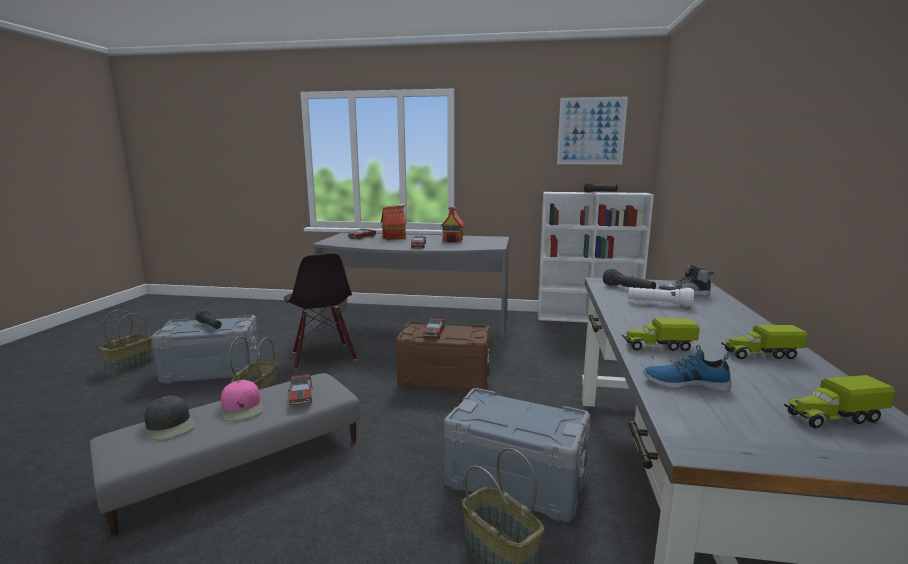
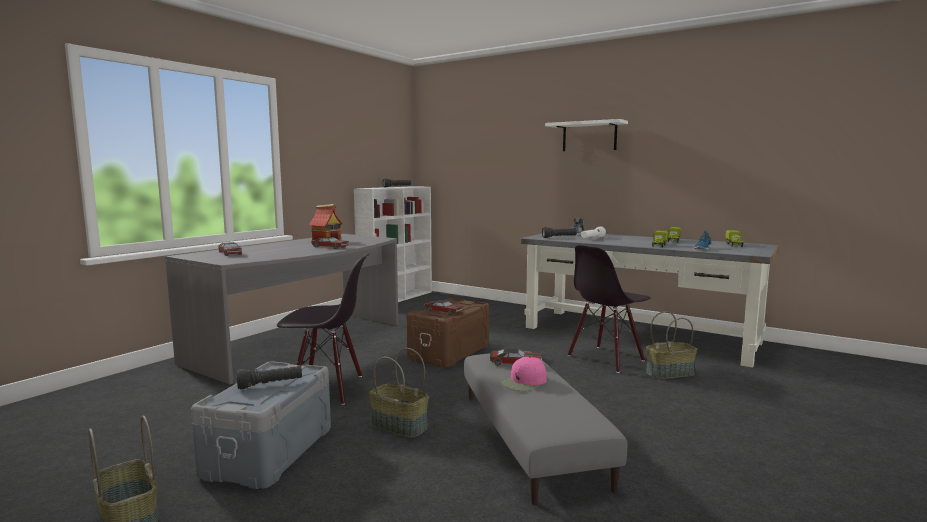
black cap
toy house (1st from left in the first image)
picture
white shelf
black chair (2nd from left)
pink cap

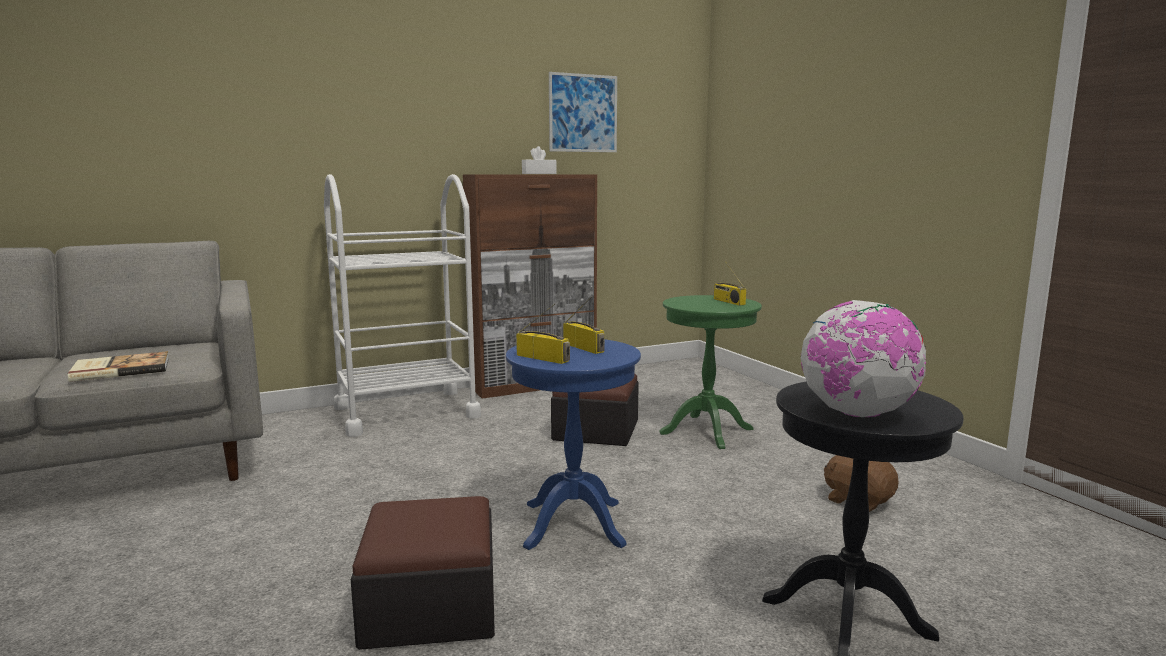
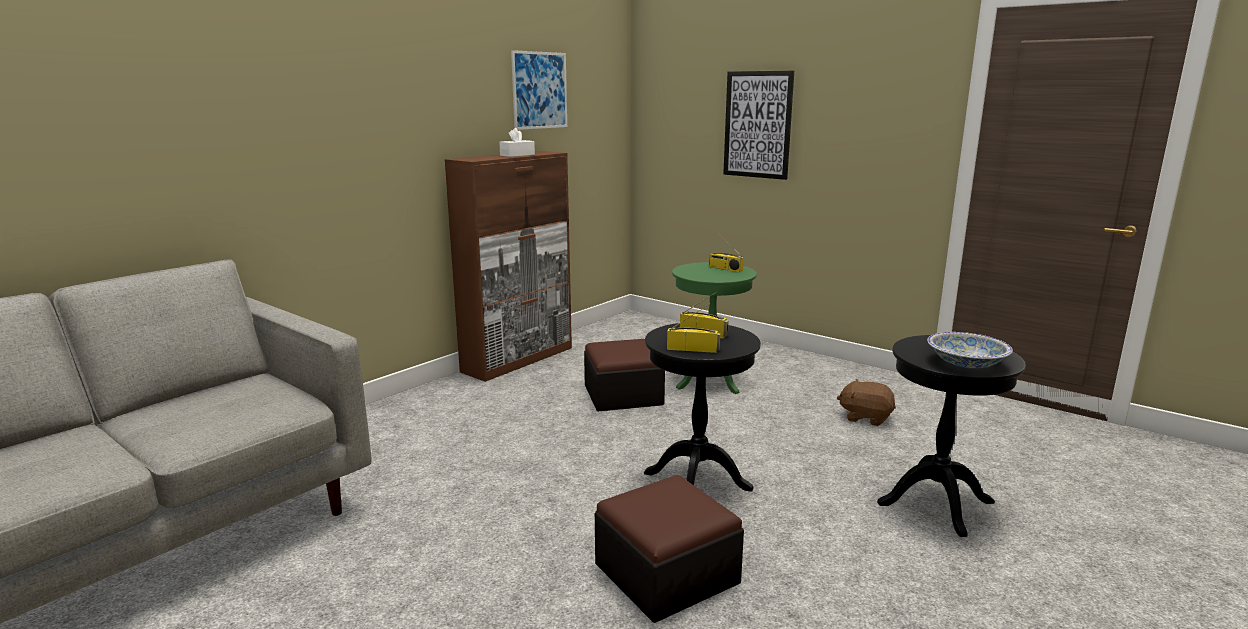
book
white cart
picture (2nd from left)
bowl
black side table (1st from left)

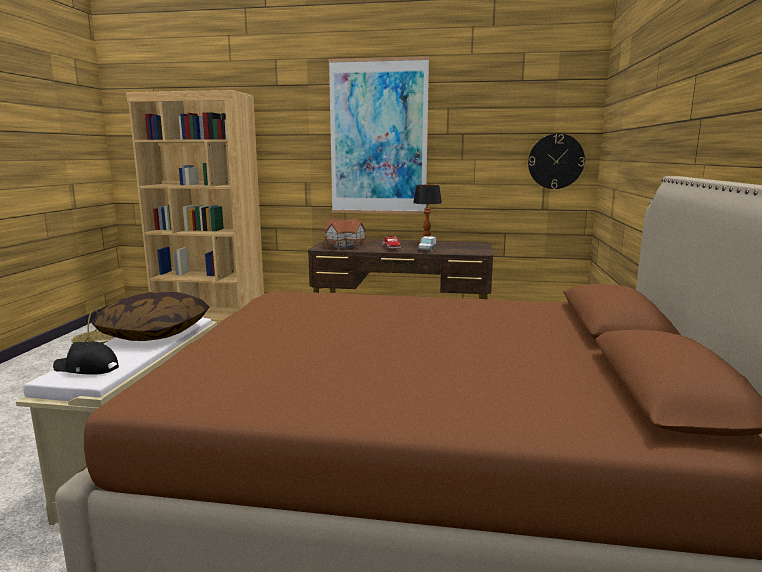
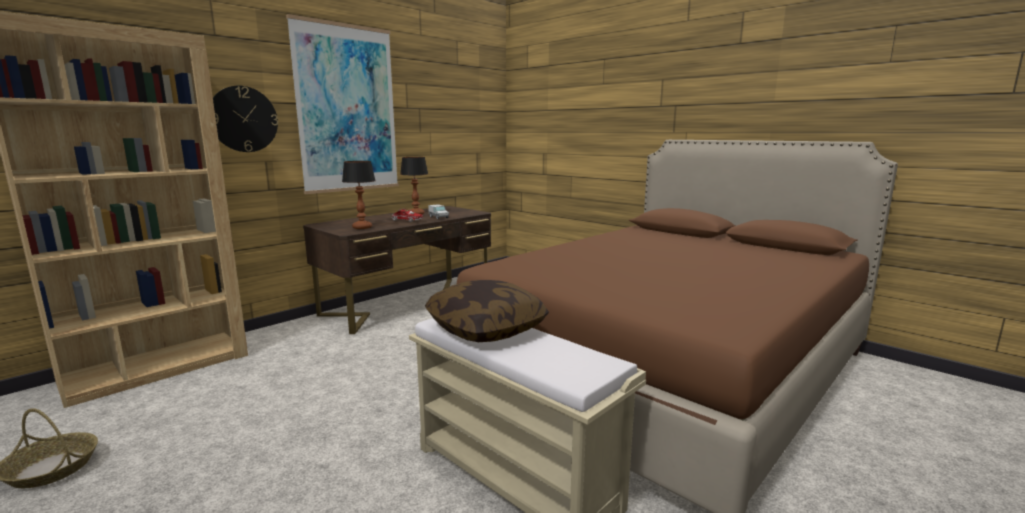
black cap
wall clock
table lamp (1st from left)

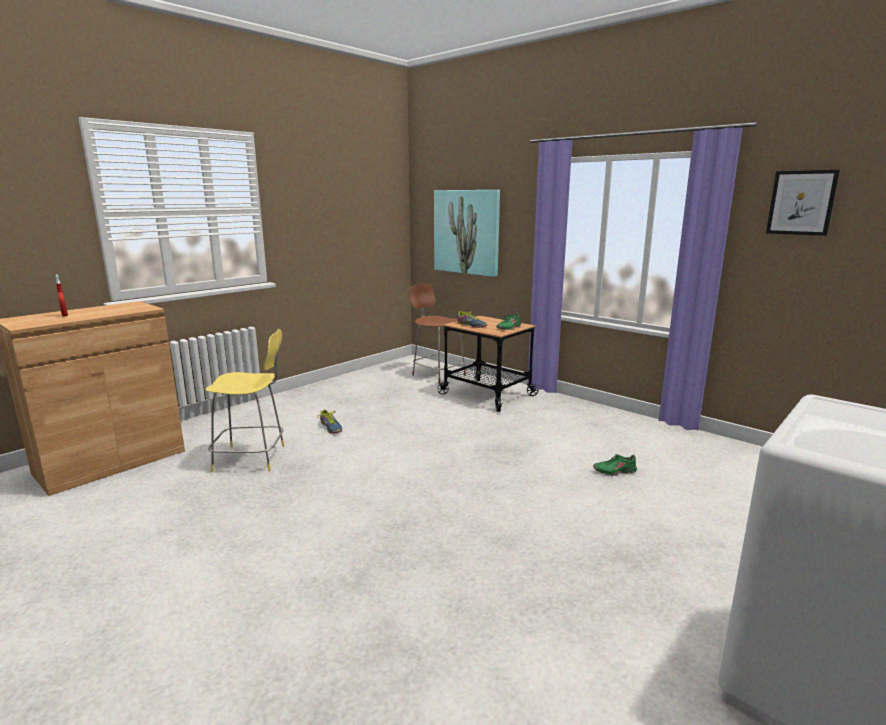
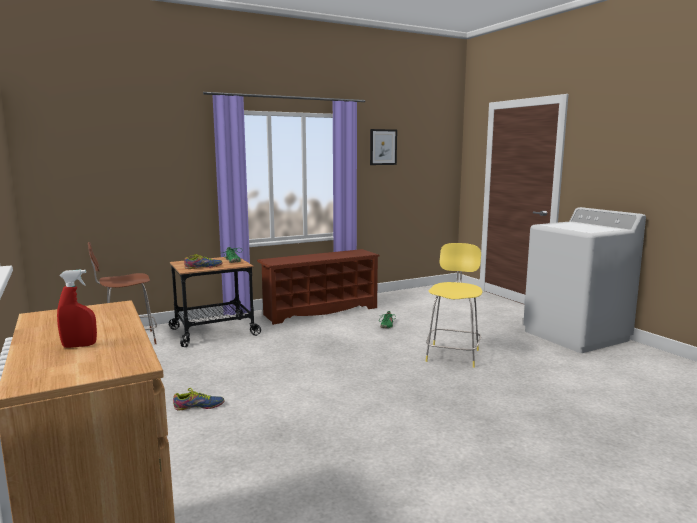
picture (1st from left in the first image)
brown shoe rack
yellow stool

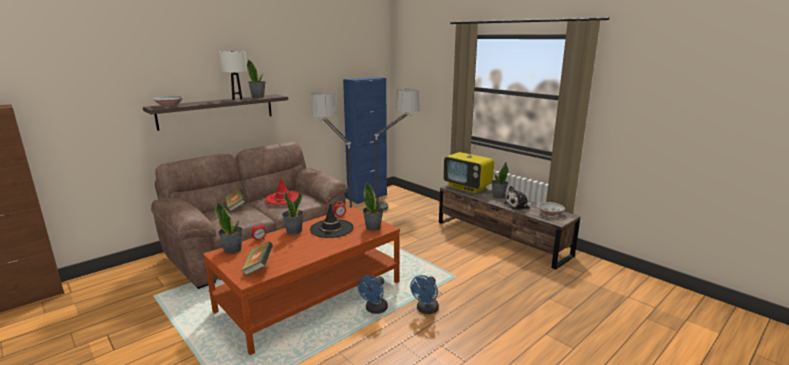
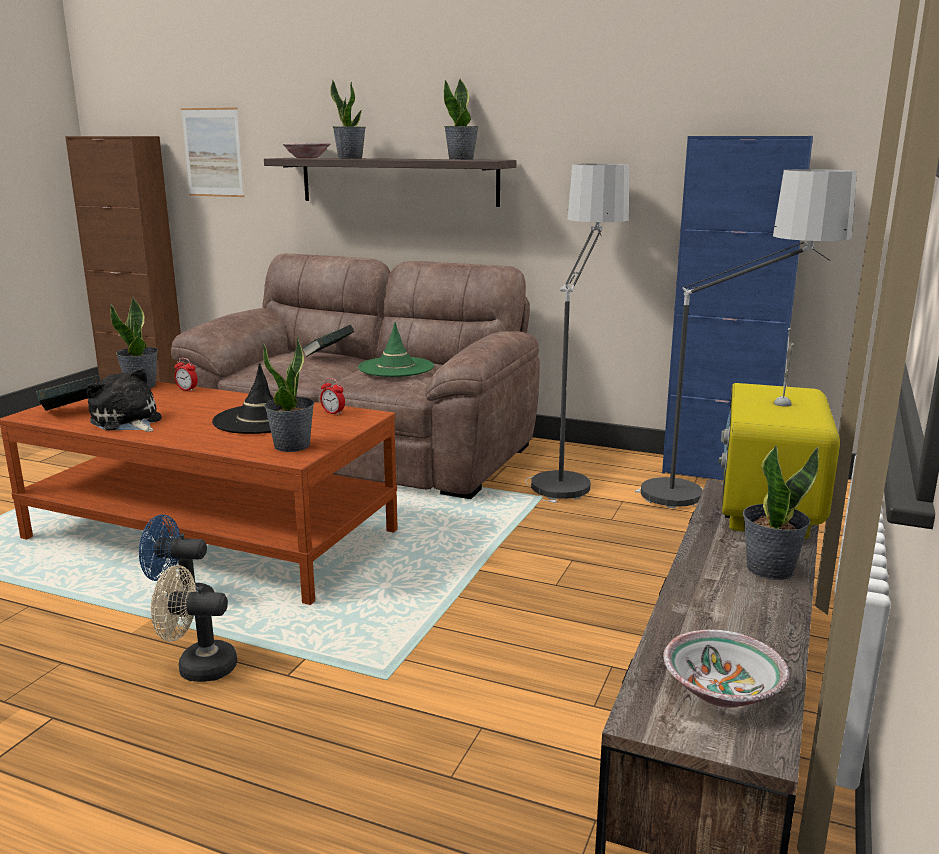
white table lamp
picture
potted plant (3rd from left)
plush toy
green hat
beige fan

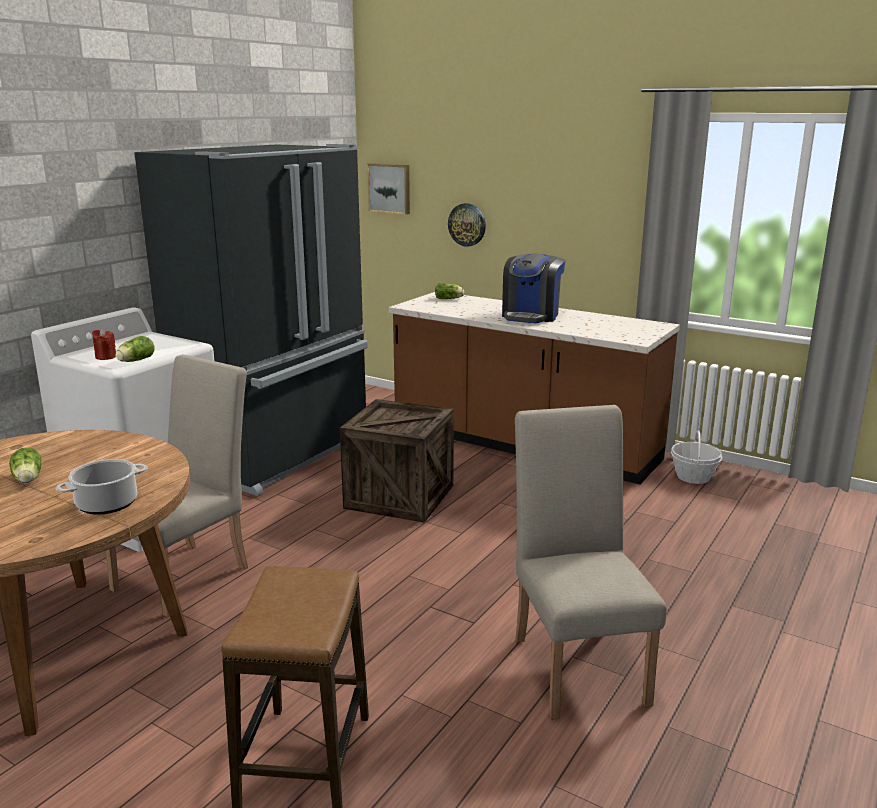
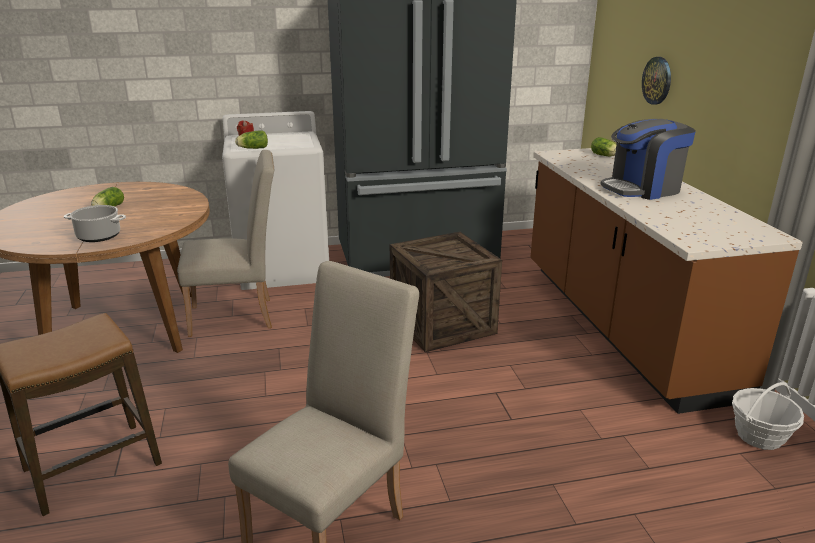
picture

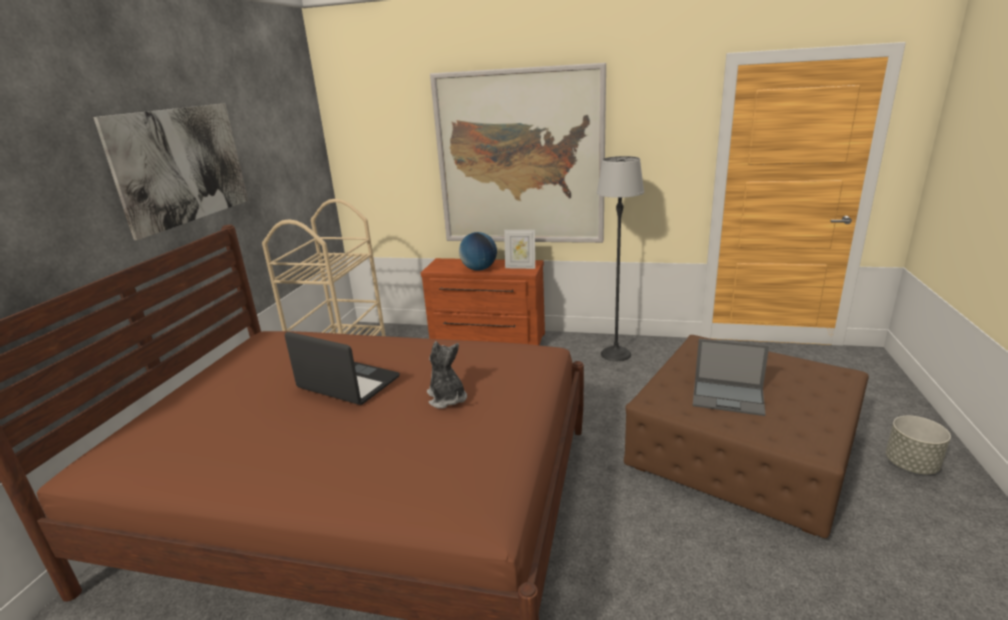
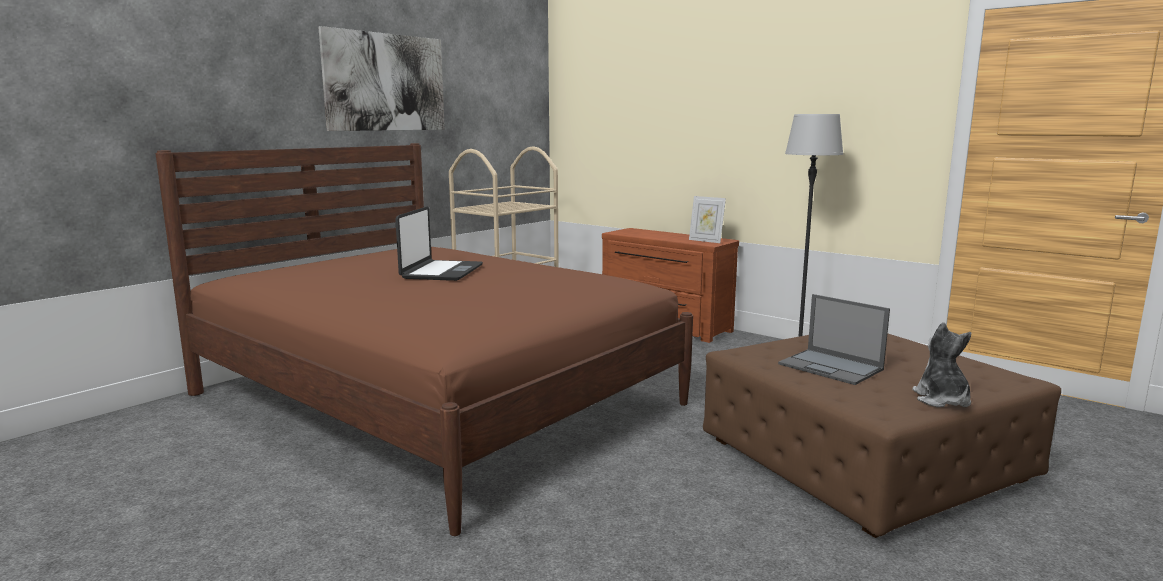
picture (2nd from left in the first image)
globe
grey planter
plush toy
laptop (1st from left)

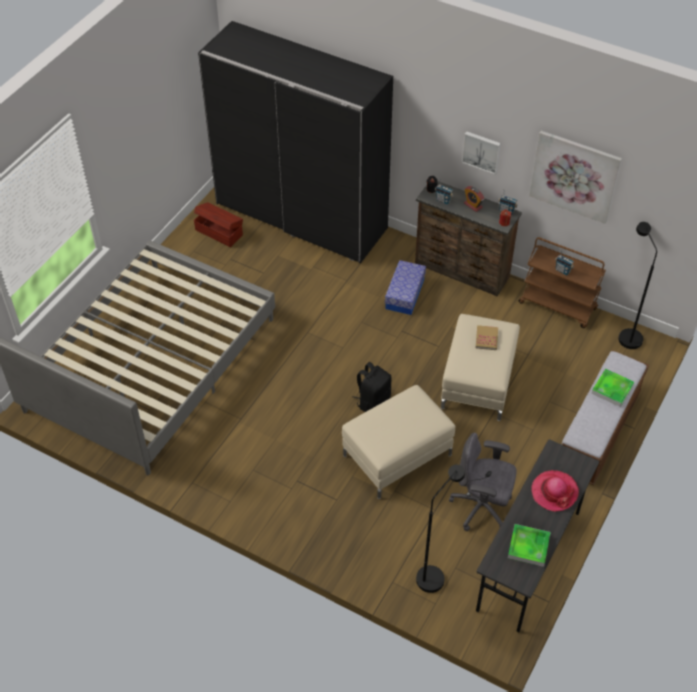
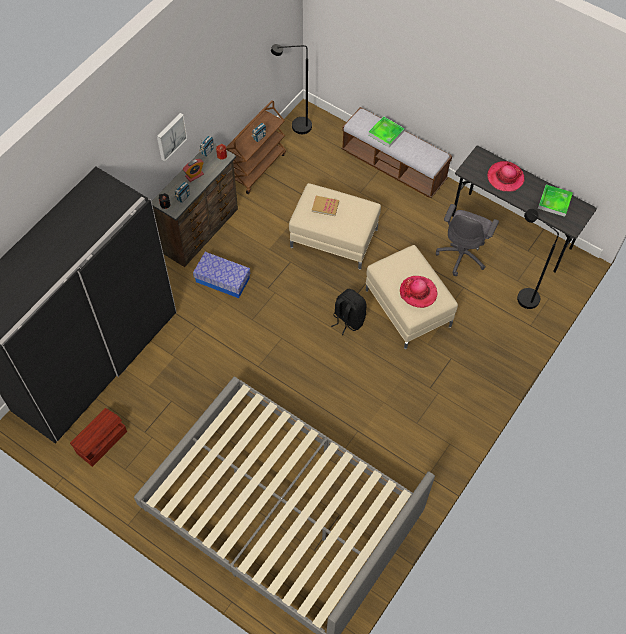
picture (2nd from left in the first image)
hat (1st from left)

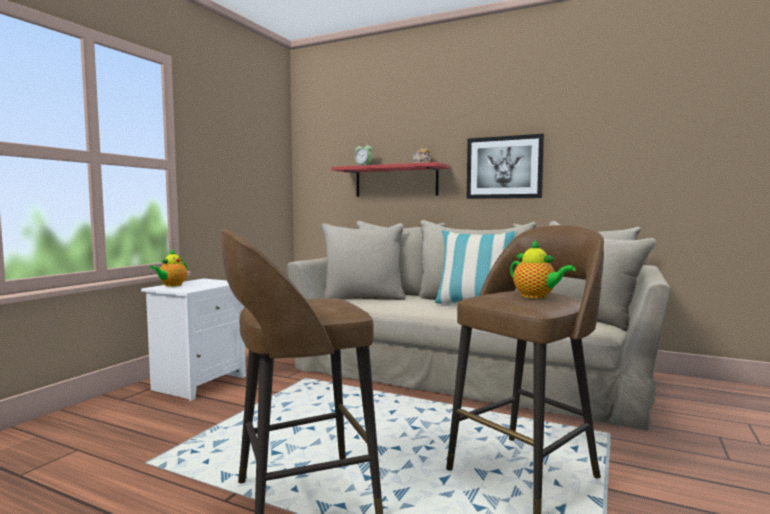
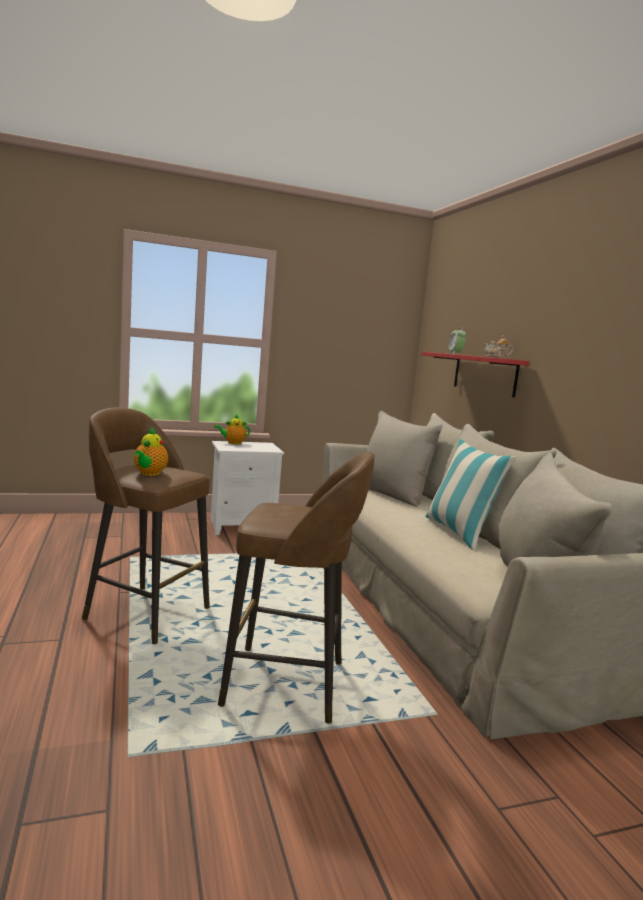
picture
teapot (1st from left)

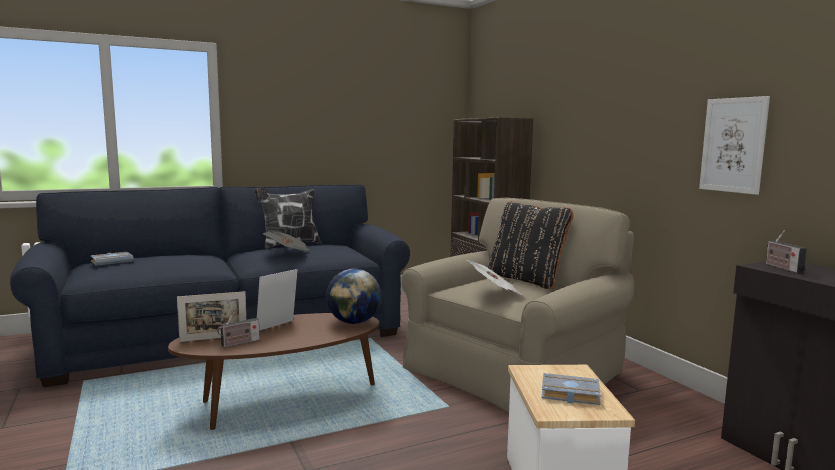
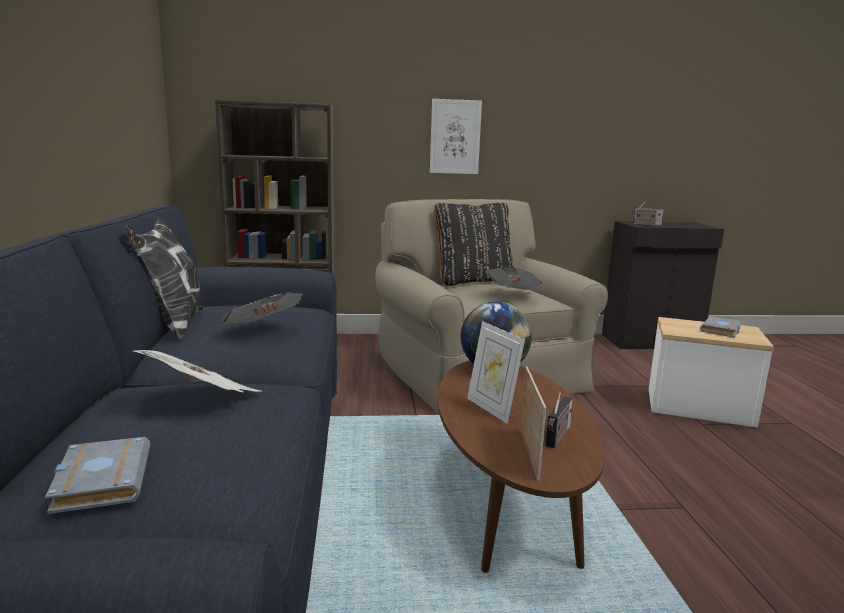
newspaper (1st from left)
picture
radio (1st from left)

